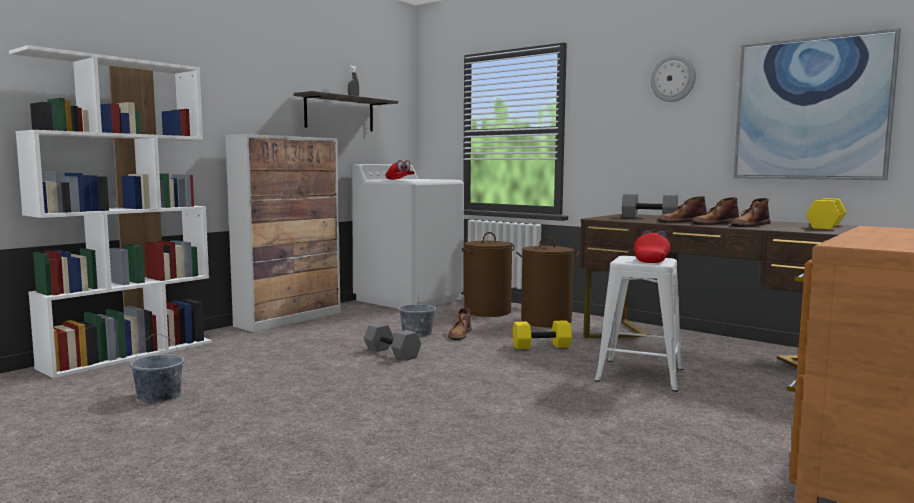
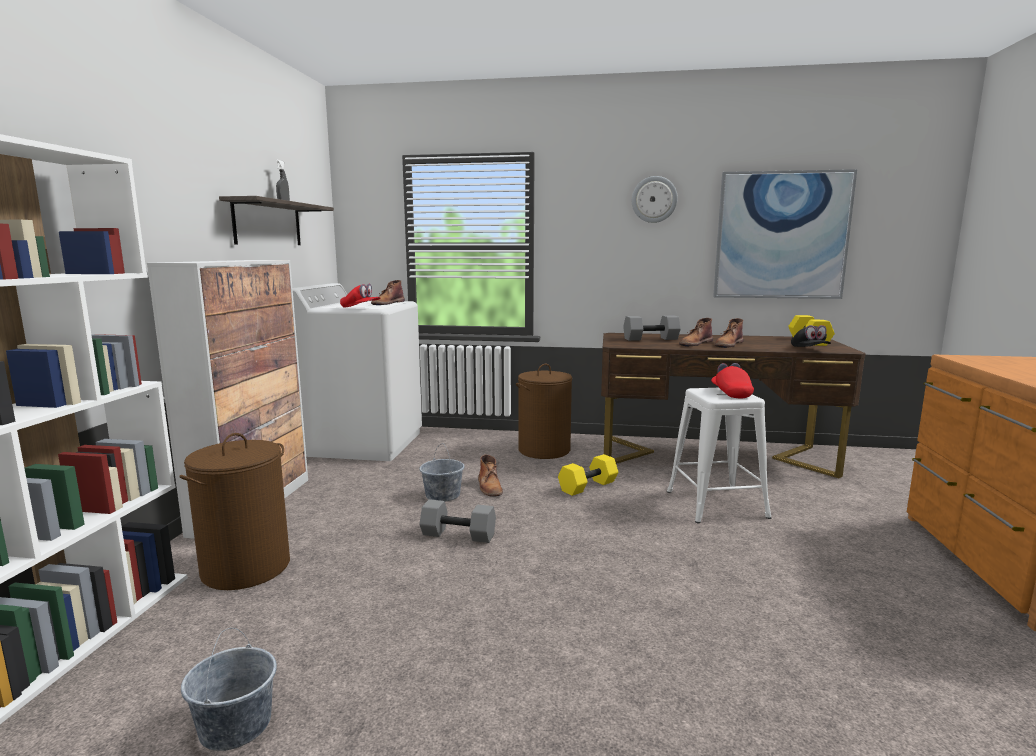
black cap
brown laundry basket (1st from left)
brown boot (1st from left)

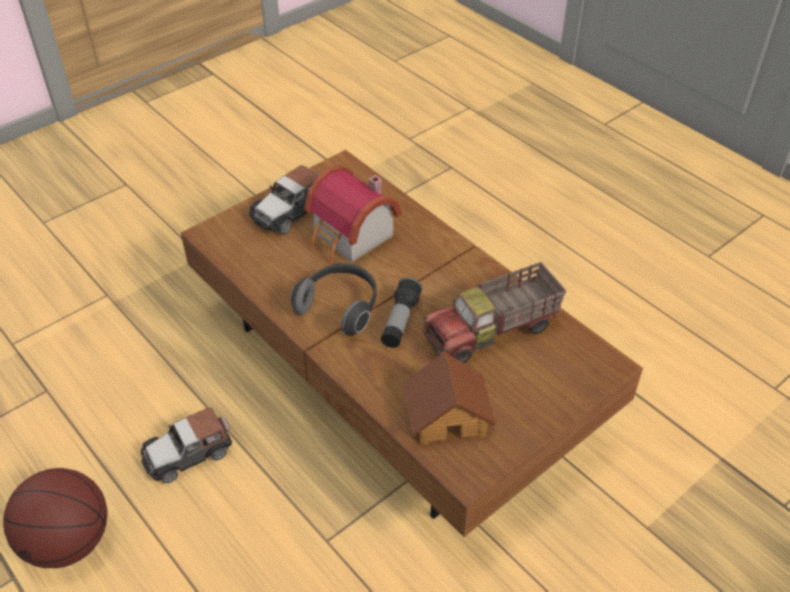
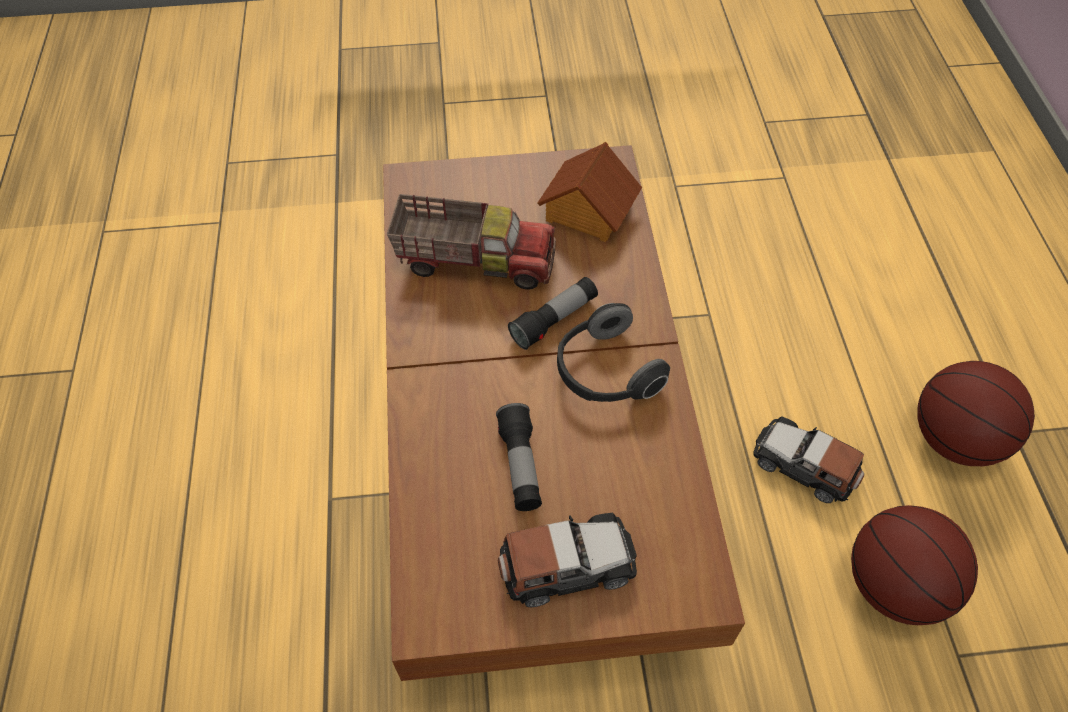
basketball (1st from left)
flashlight (1st from left)
toy car (2nd from left)

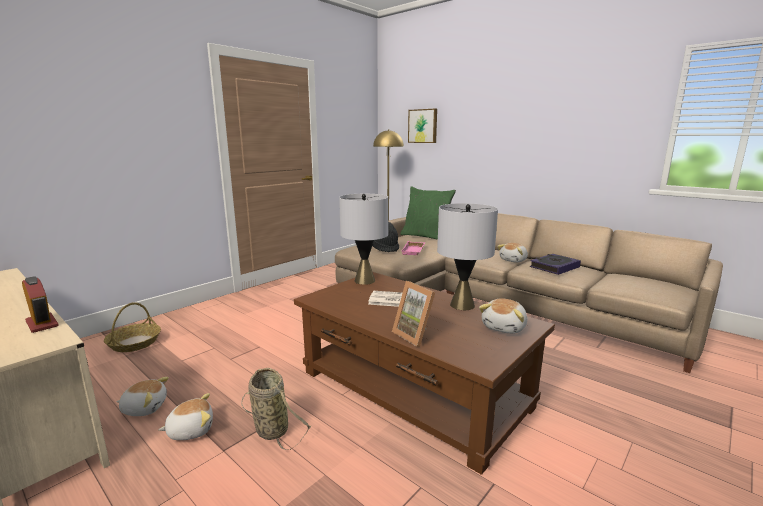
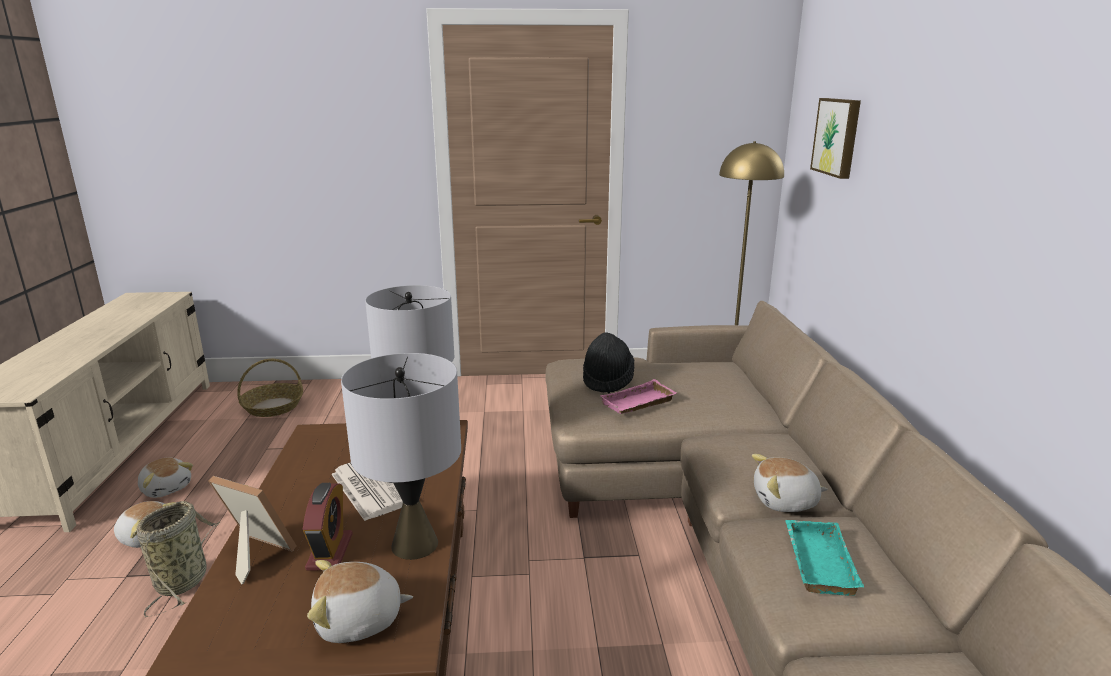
green pillow
alarm clock
turquoise tray
picture frame

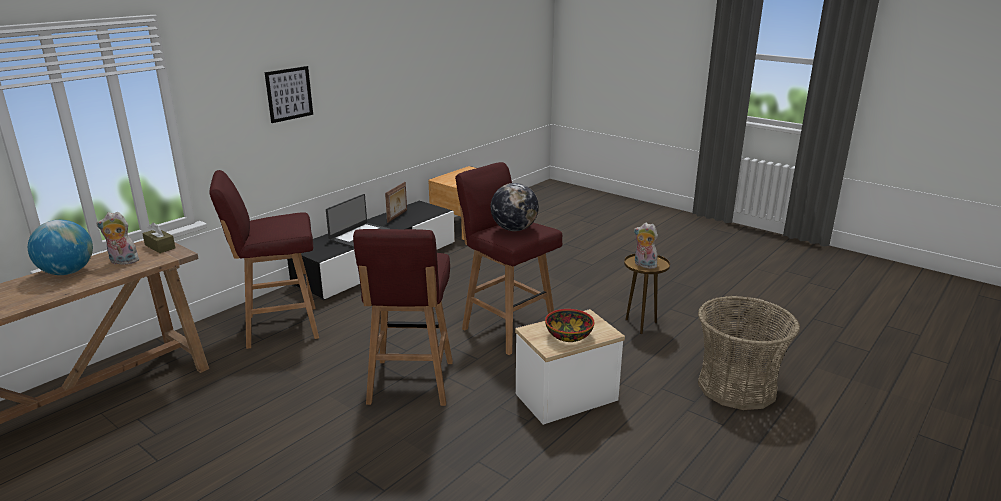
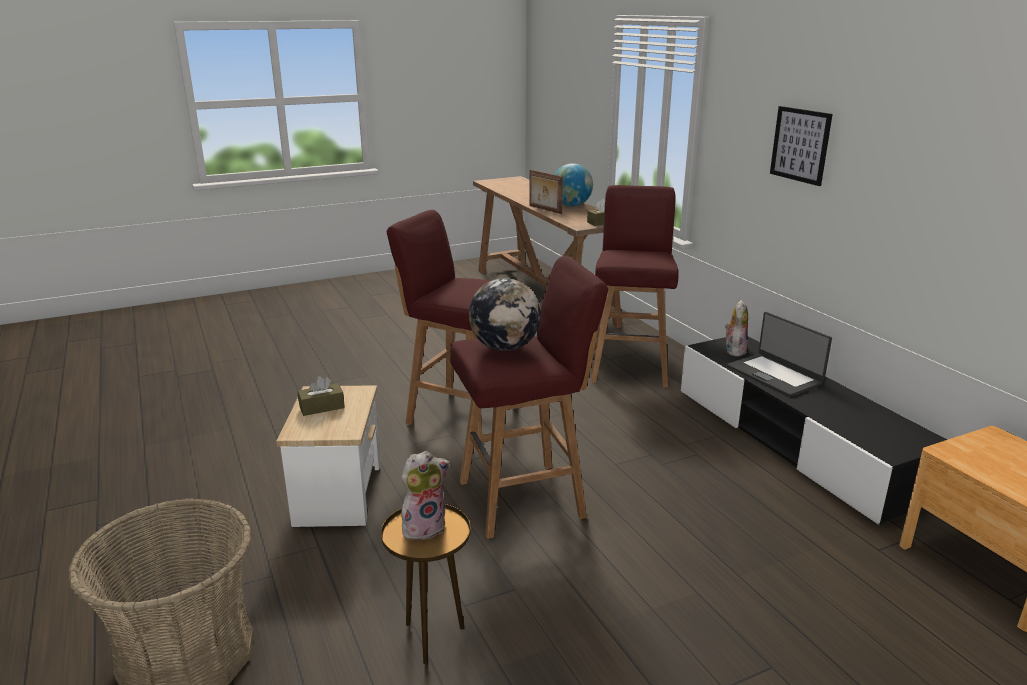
plush toy (2nd from left)
picture frame
brown tissue box (1st from left)

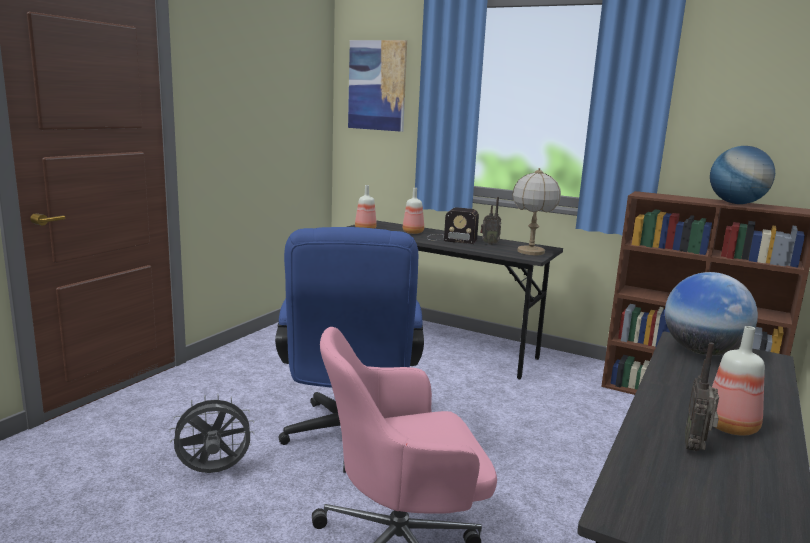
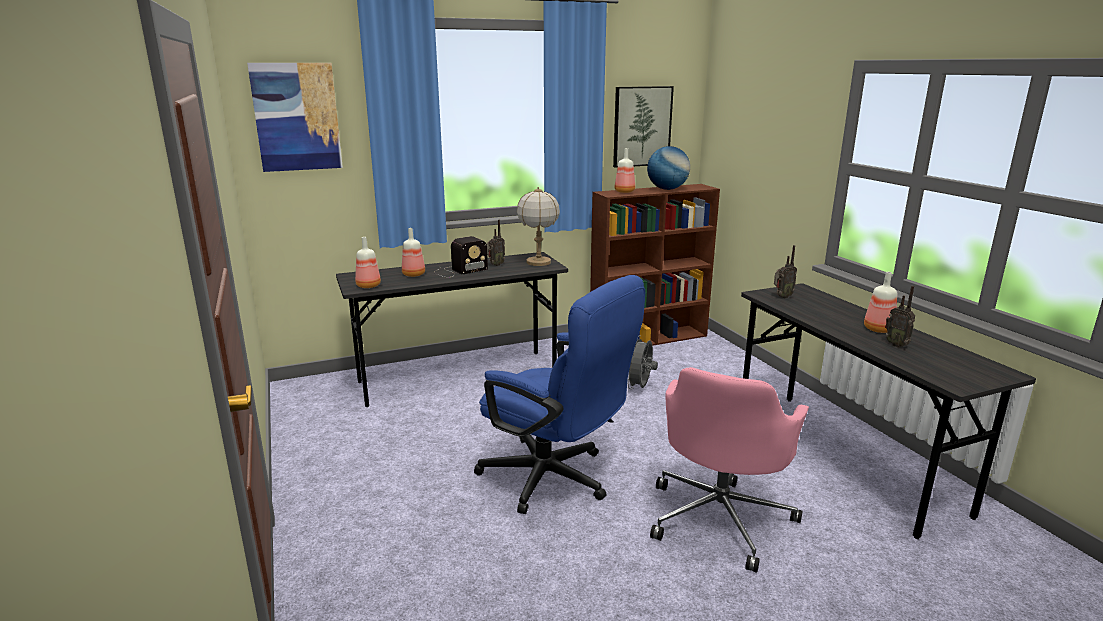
picture (2nd from left)
bottle (3rd from left)
grey fan
radio (3rd from left)

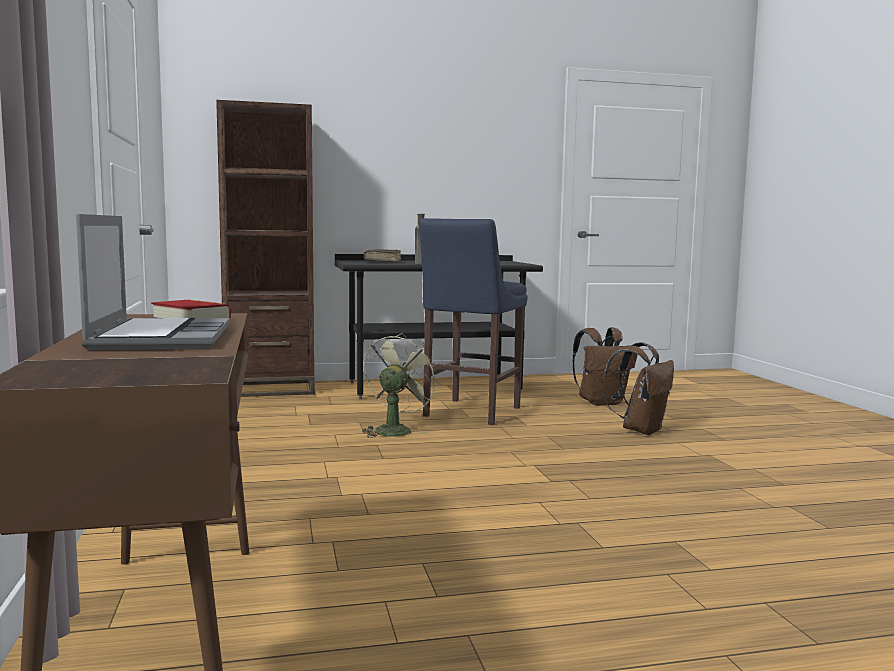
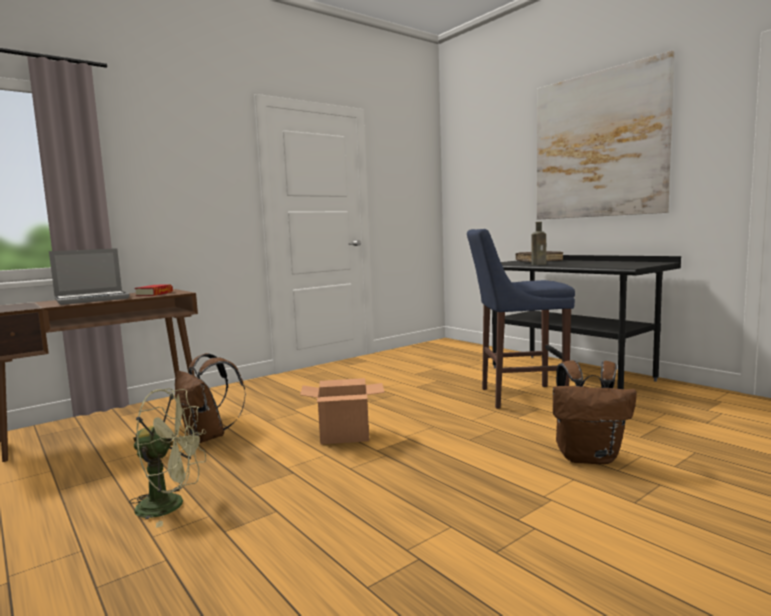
brown bookcase
cardboard box
picture
green fan
brown backpack (1st from left)

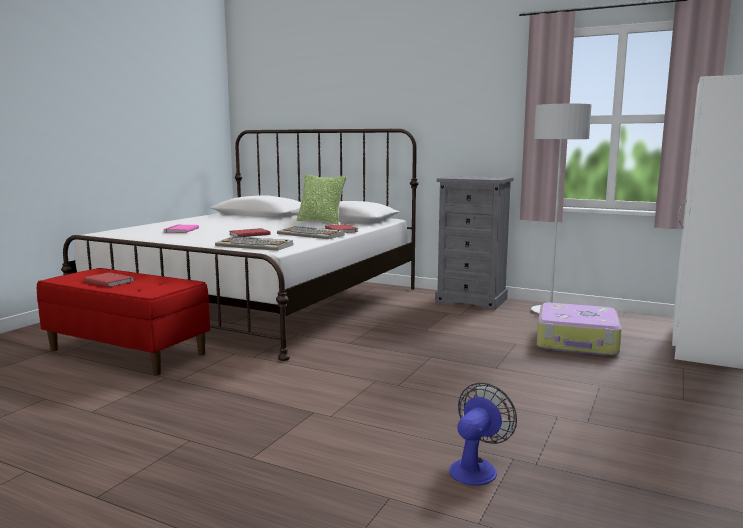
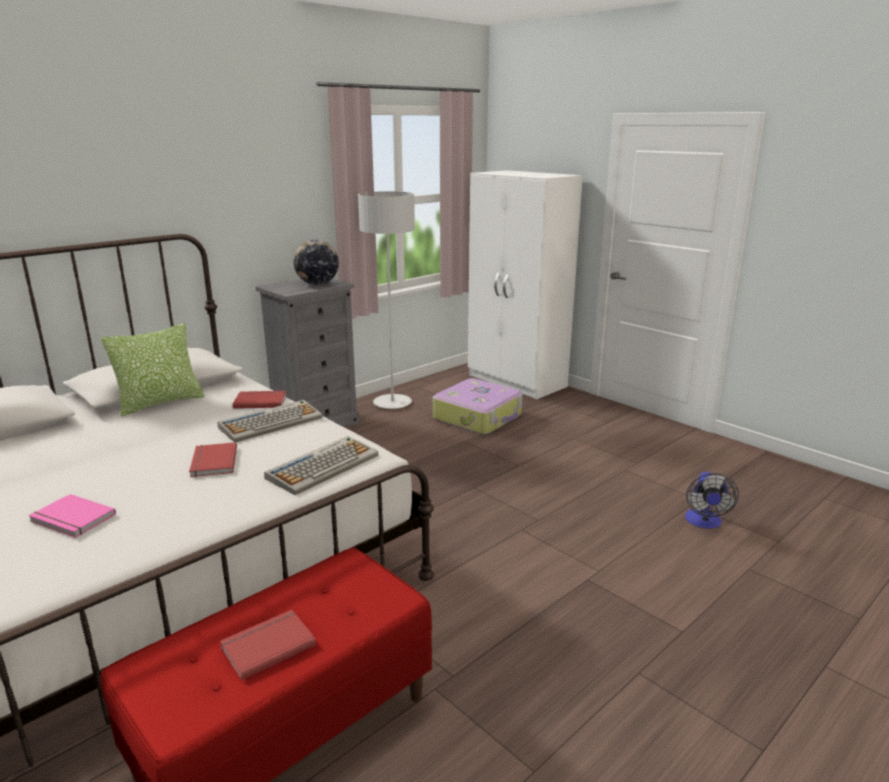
globe
fan

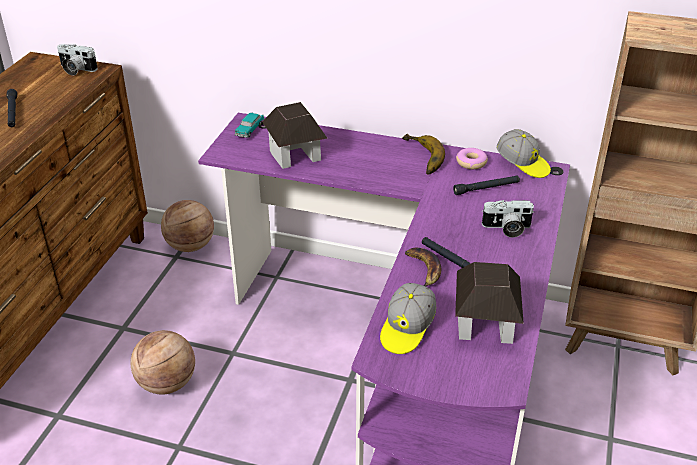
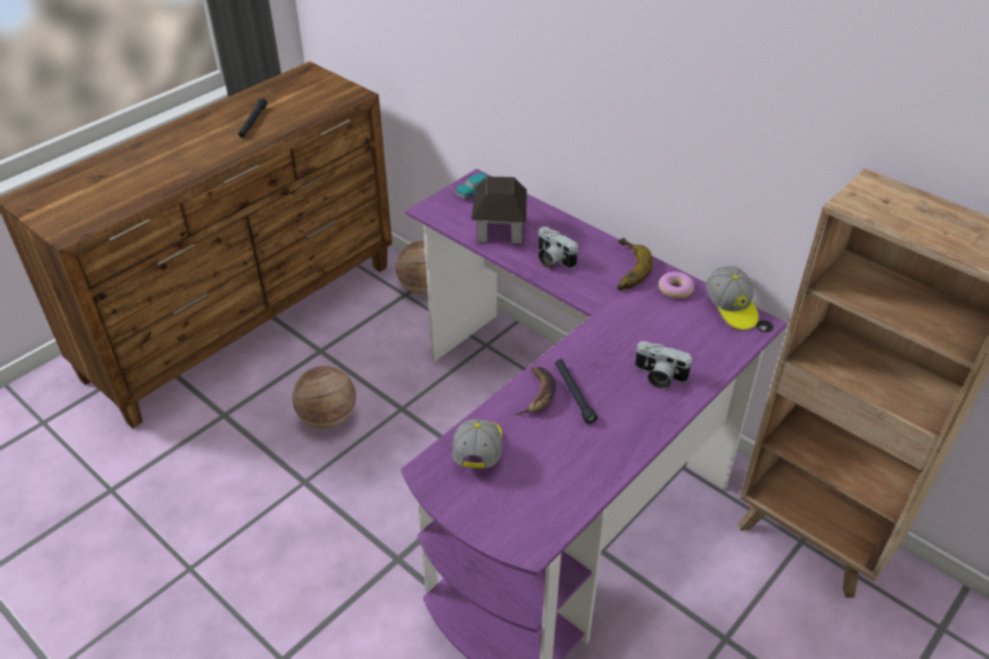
black flashlight (3rd from left in the first image)
toy house (2nd from left in the first image)
photo camera (1st from left)
cap (1st from left)

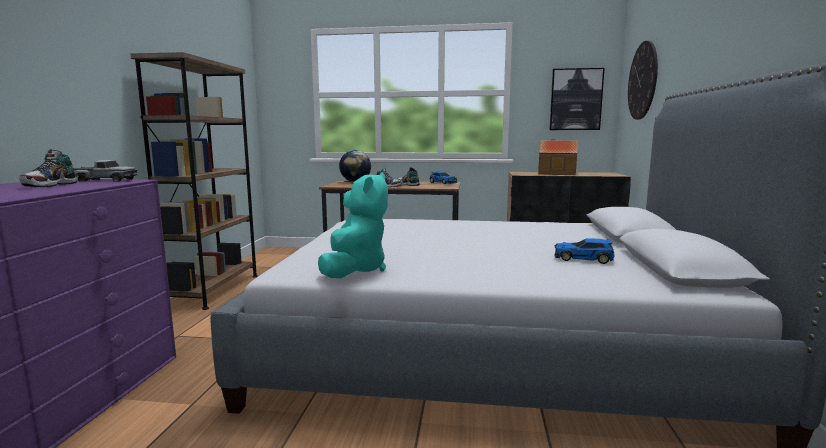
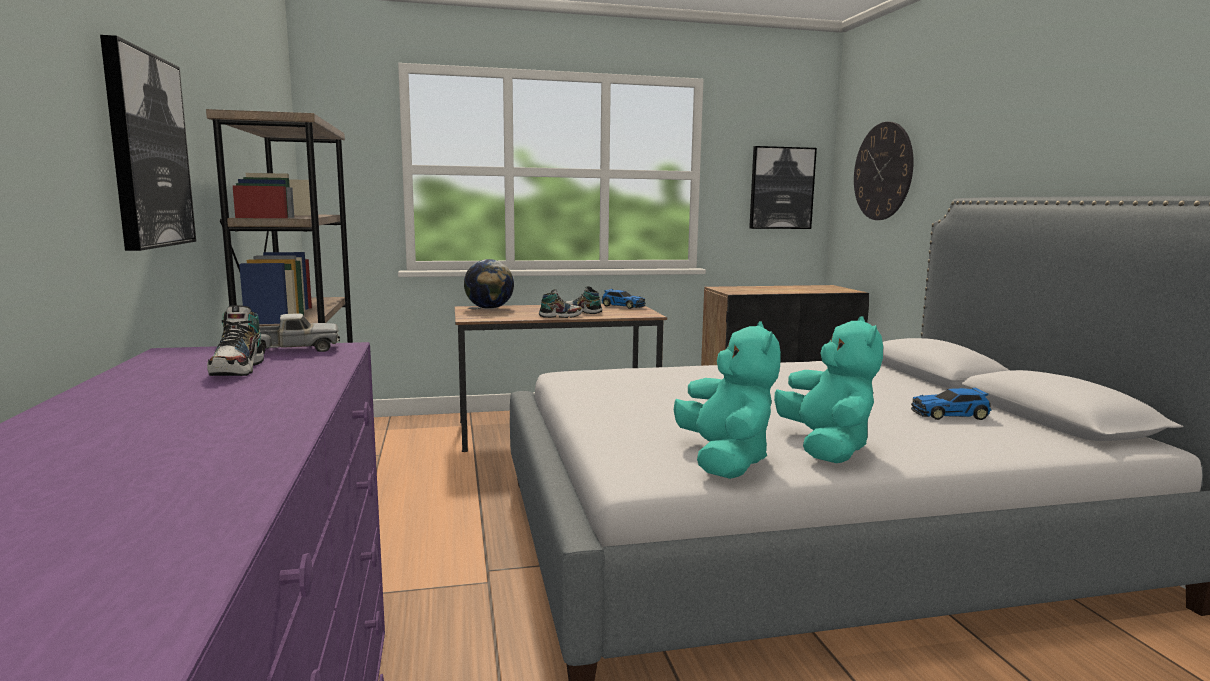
toy house
picture (1st from left)
turquoise plush toy (2nd from left)

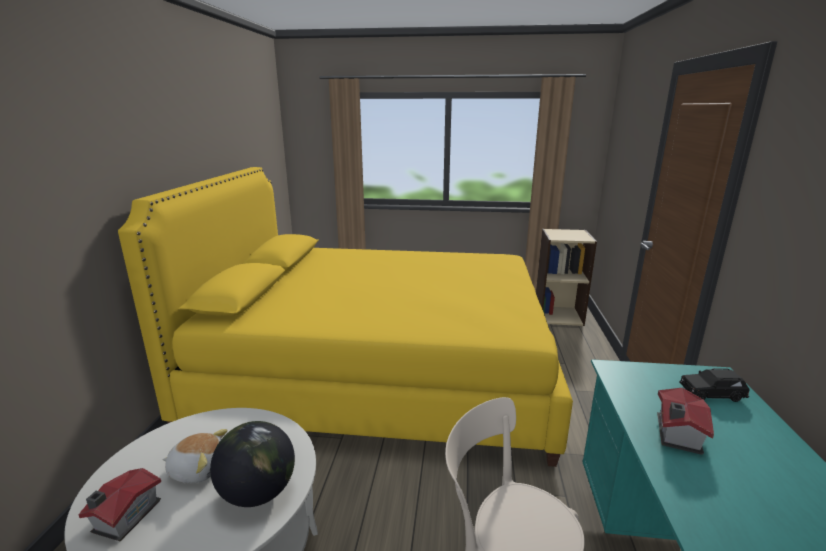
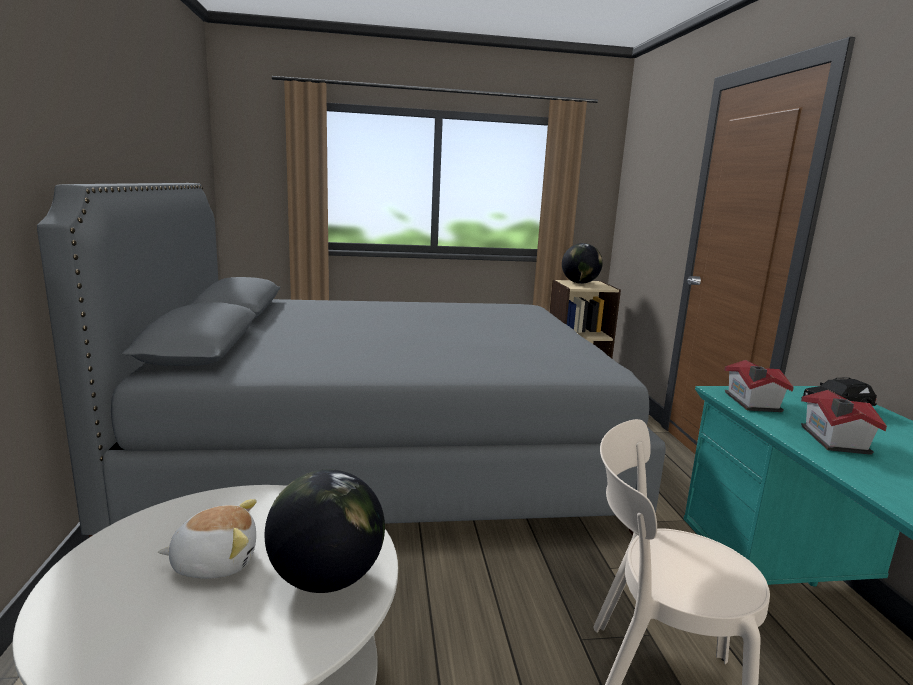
globe (2nd from left)
toy house (1st from left)
grey bed

